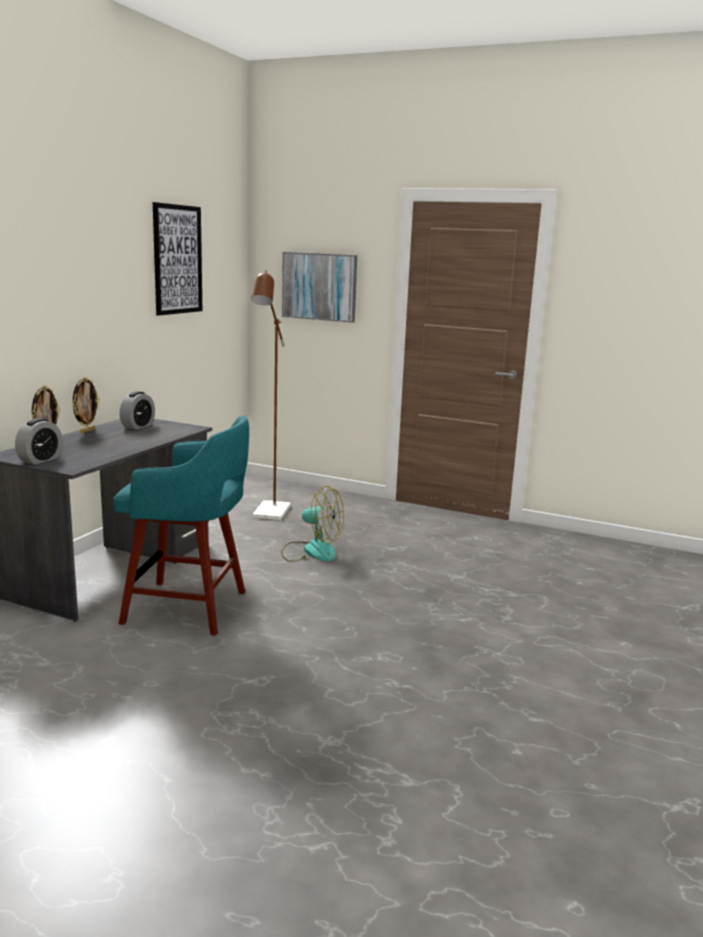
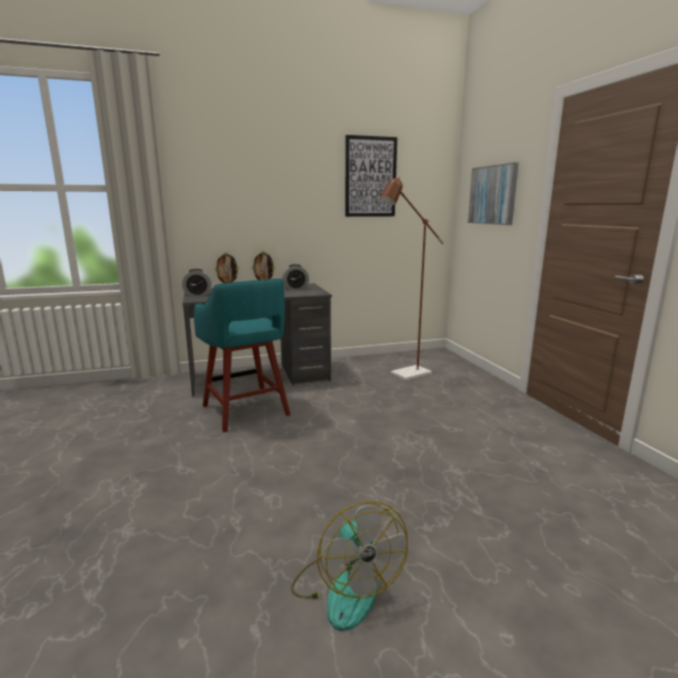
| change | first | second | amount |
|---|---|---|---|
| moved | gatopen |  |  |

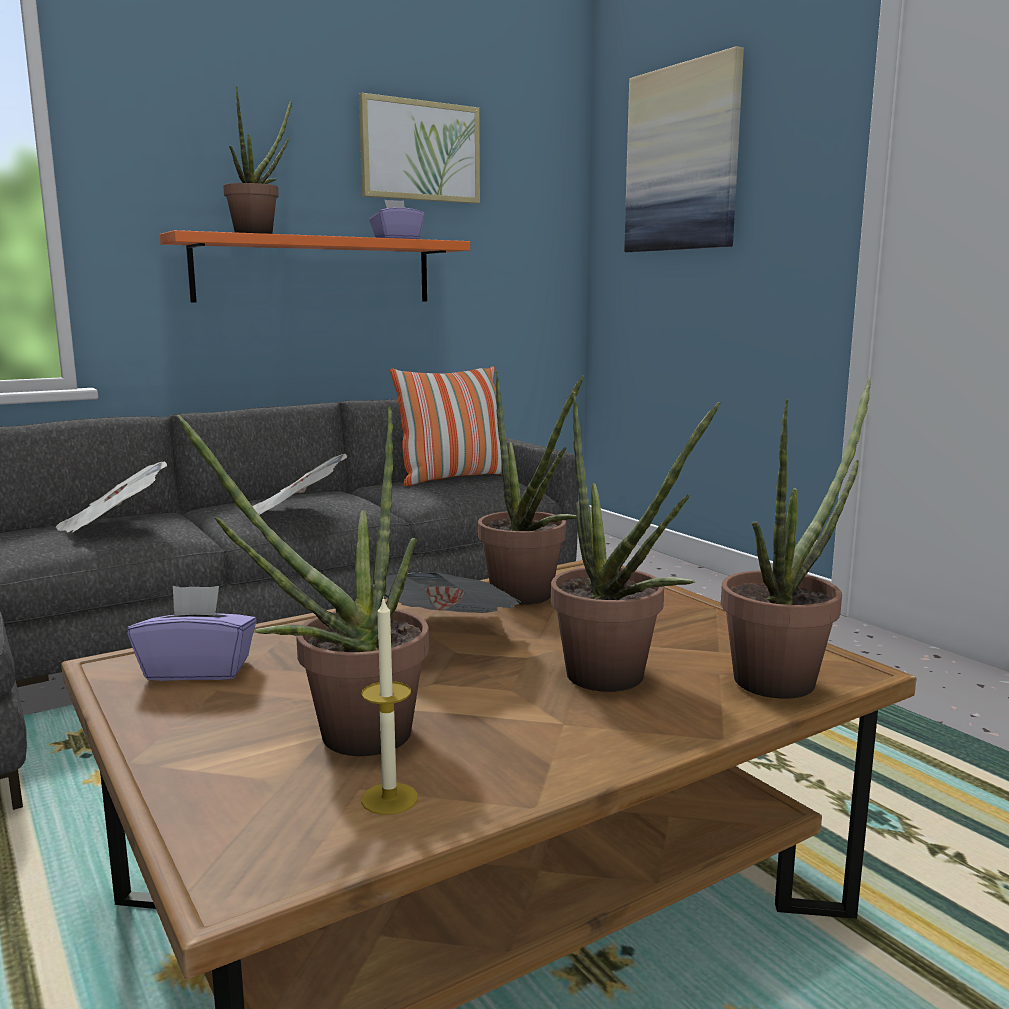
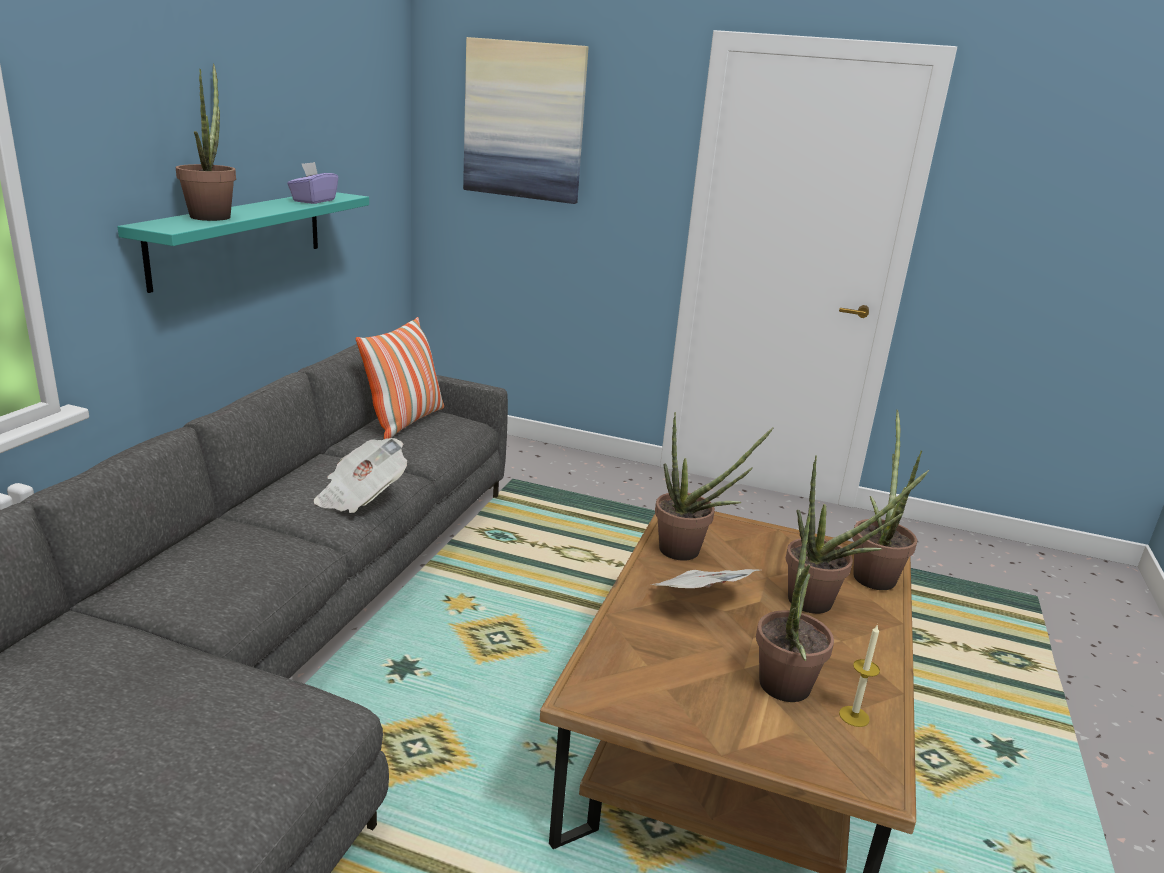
| change | first | second | amount |
|---|---|---|---|
| recoloured | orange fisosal | turquoise fisosal |  |
| removed | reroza (1st from left) |  |  |
| removed | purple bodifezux (1st from left) |  |  |
| removed | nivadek (1st from left) |  |  |

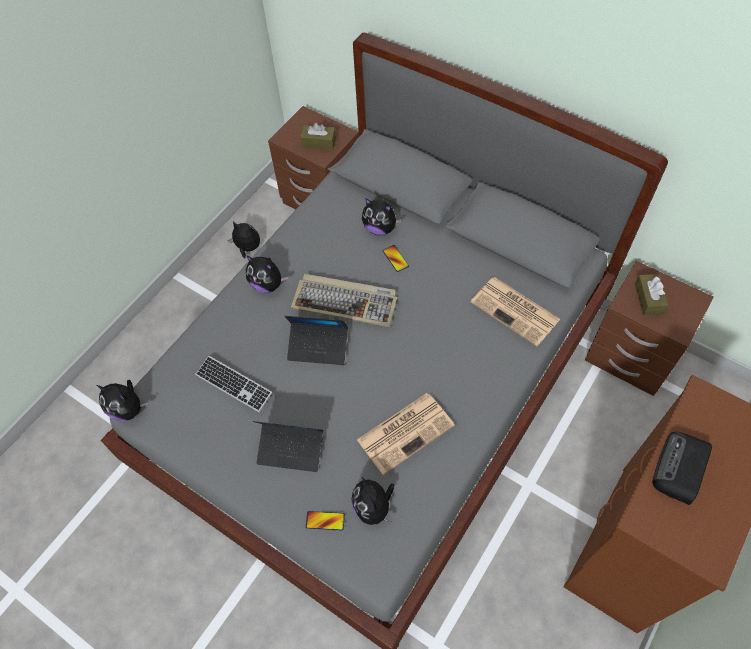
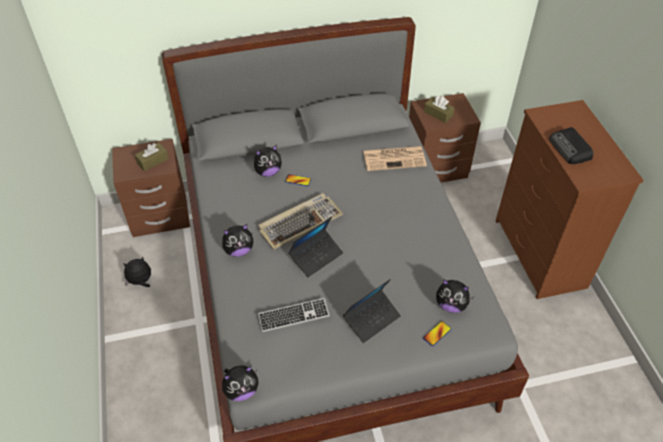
| change | first | second | amount |
|---|---|---|---|
| removed | reroza (1st from left) |  |  |

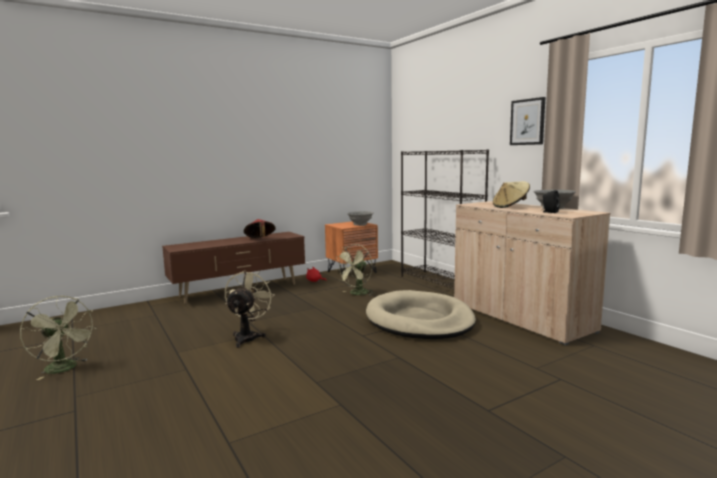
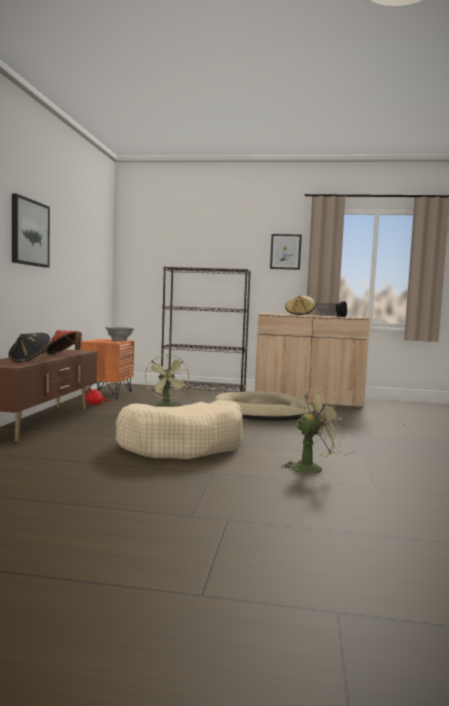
| change | first | second | amount |
|---|---|---|---|
| added |  | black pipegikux |  |
| added |  | nivadek (1st from left) |  |
| replaced | beige gatopen | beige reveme (1st from left) |  |
| moved | green gatopen (1st from left in the first image) | green gatopen (2nd from left) |  |

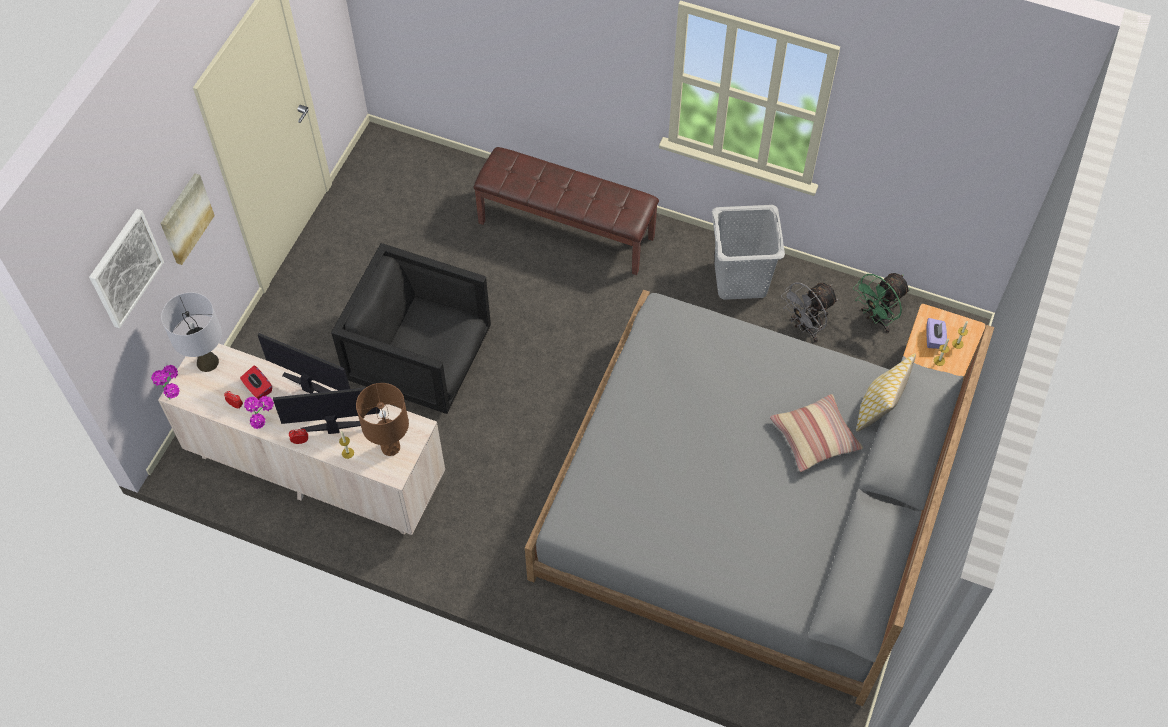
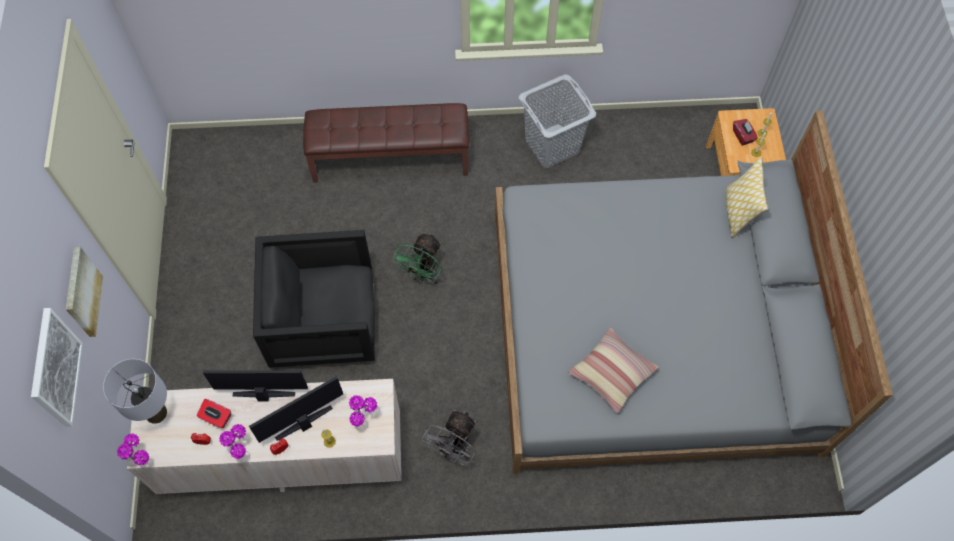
| change | first | second | amount |
|---|---|---|---|
| replaced | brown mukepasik | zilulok (3rd from left) |  |
| moved | green gatopen |  |  |
| moved | grey gatopen |  |  |
| moved | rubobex (1st from left) |  |  |
| recoloured | purple bodifezux | red bodifezux (2nd from left) |  |

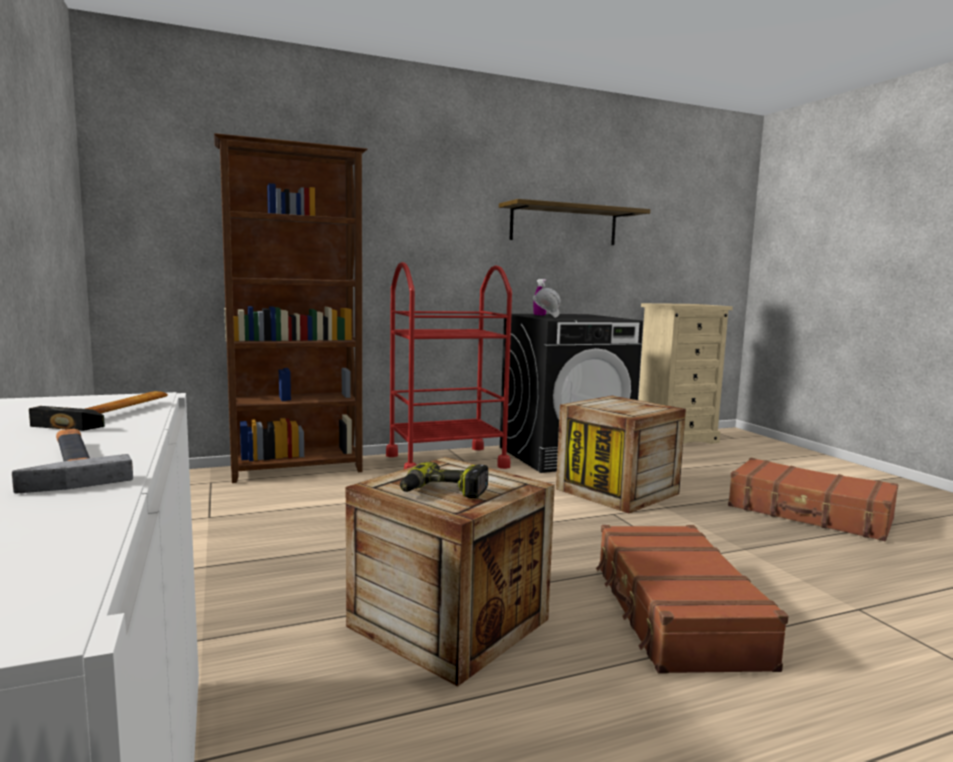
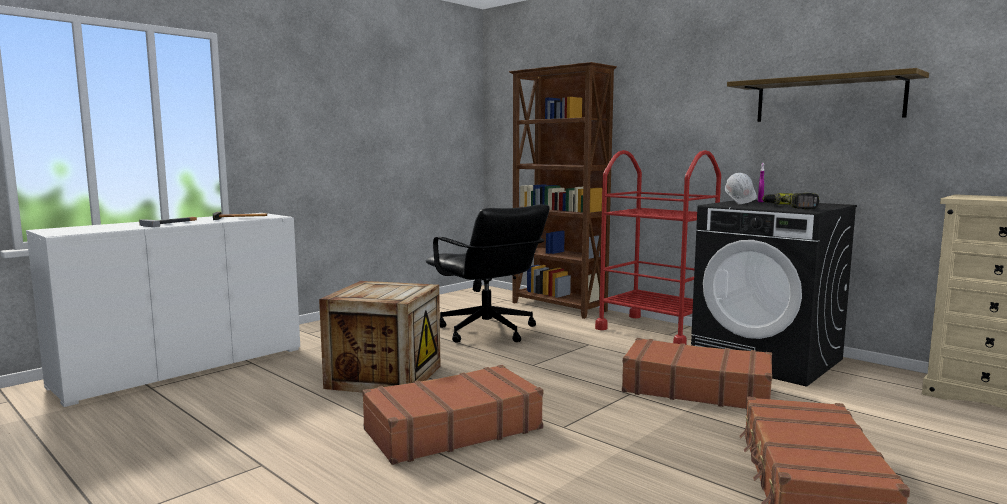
| change | first | second | amount |
|---|---|---|---|
| added |  | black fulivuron |  |
| replaced | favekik (2nd from left) | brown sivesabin (2nd from left) |  |
| moved | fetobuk |  |  |

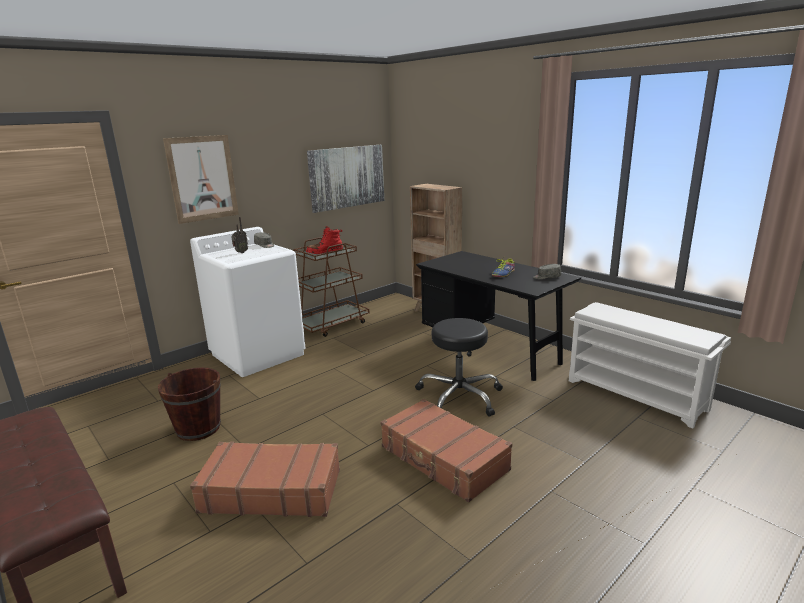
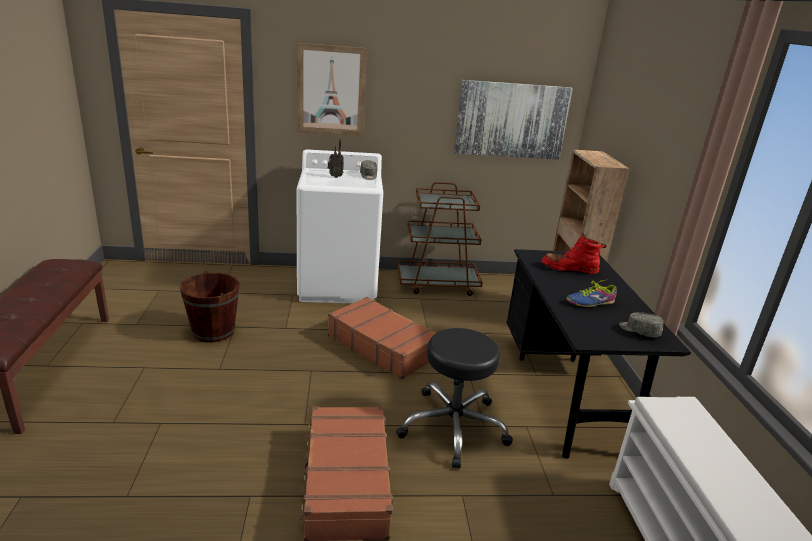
| change | first | second | amount |
|---|---|---|---|
| moved | brown sivesabin (1st from left in the first image) | brown sivesabin (2nd from left) |  |
| moved | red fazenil |  |  |

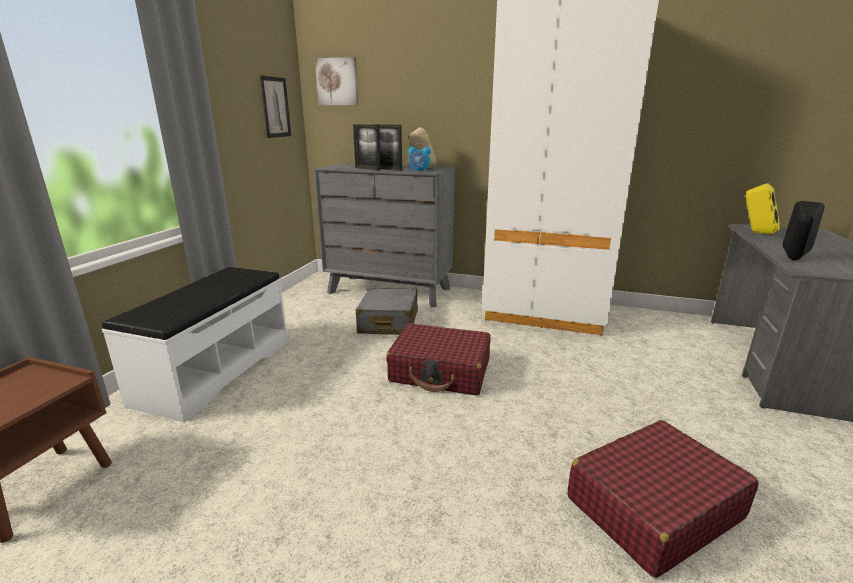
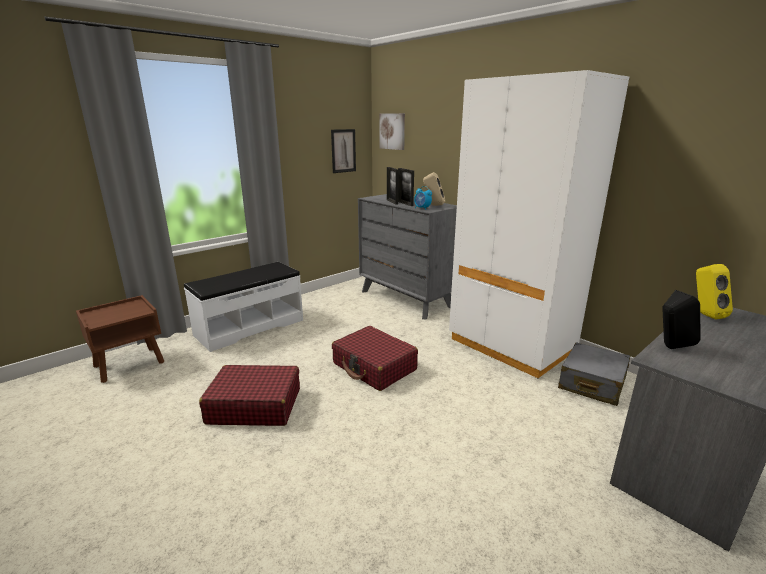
| change | first | second | amount |
|---|---|---|---|
| moved | red sivesabin (2nd from left in the first image) | red sivesabin (1st from left) |  |
| moved | grey sivesabin |  |  |

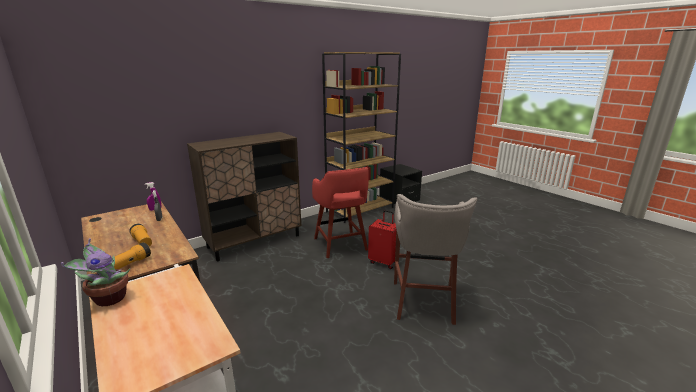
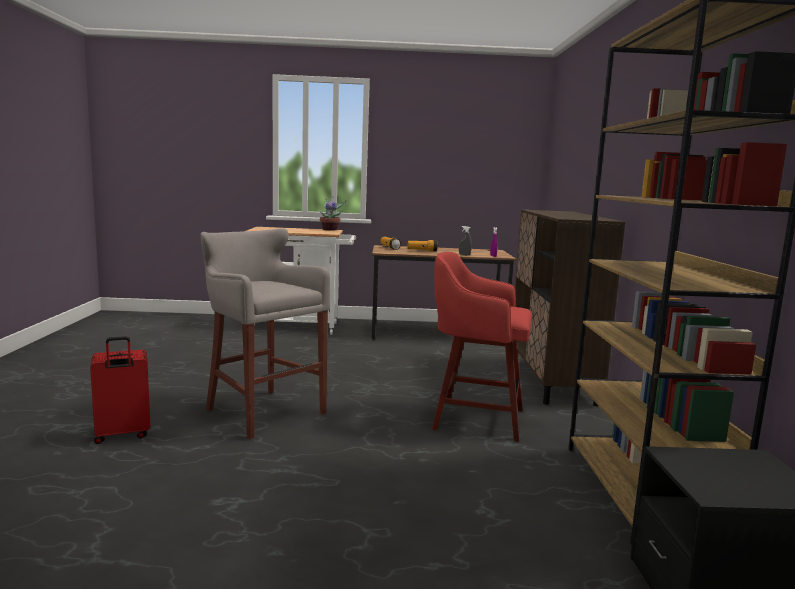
| change | first | second | amount |
|---|---|---|---|
| moved | red sivesabin |  |  |

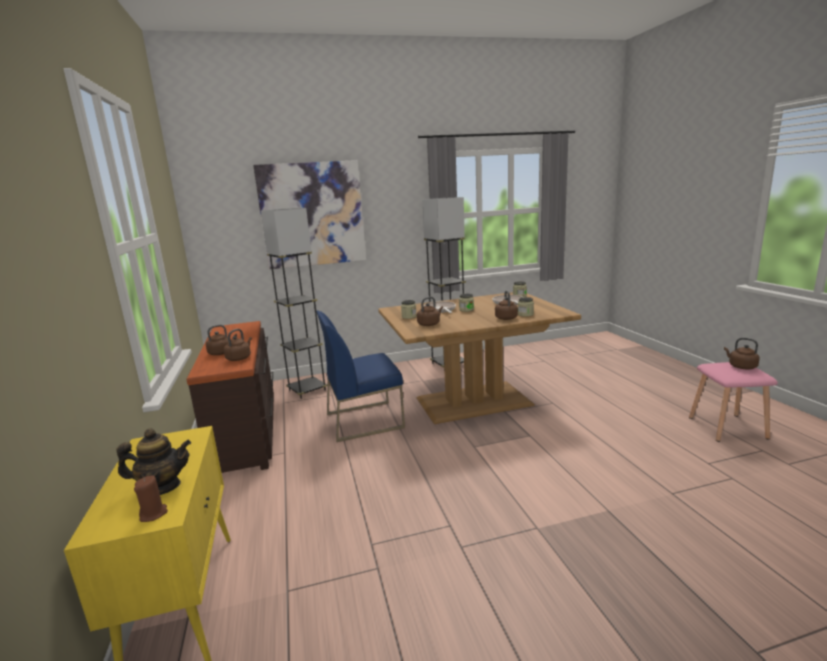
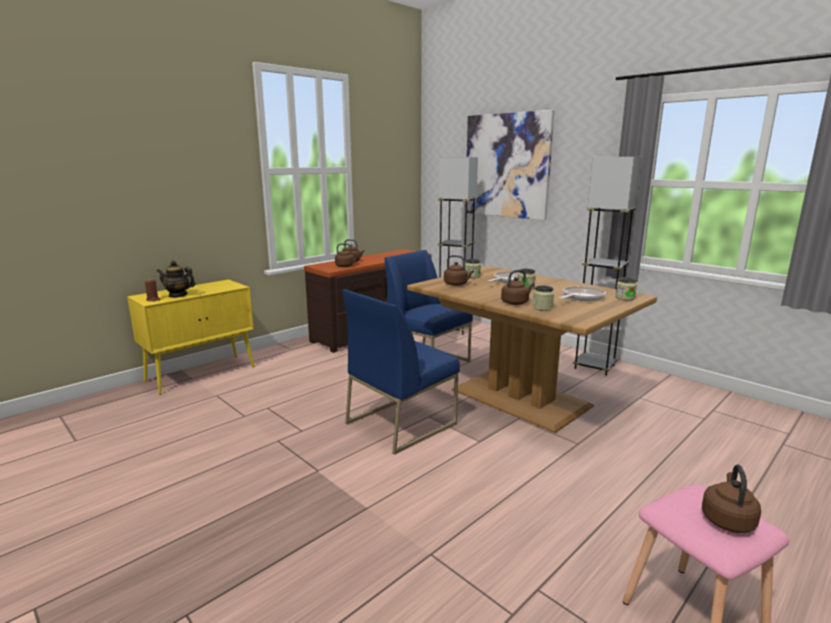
| change | first | second | amount |
|---|---|---|---|
| turned | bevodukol |  | 135 degrees clockwise |
| added |  | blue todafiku (1st from left) |  |

